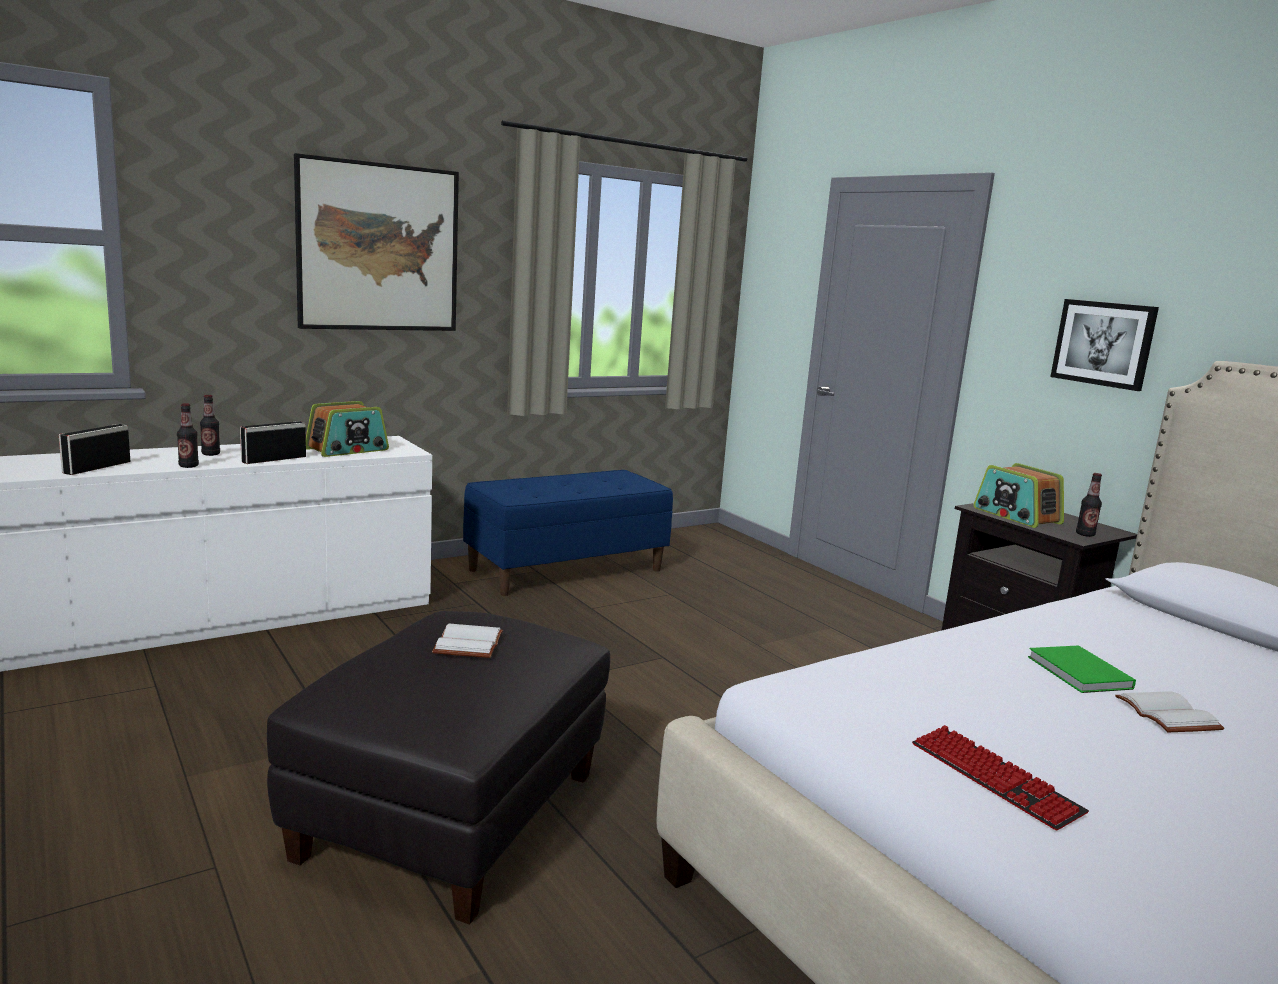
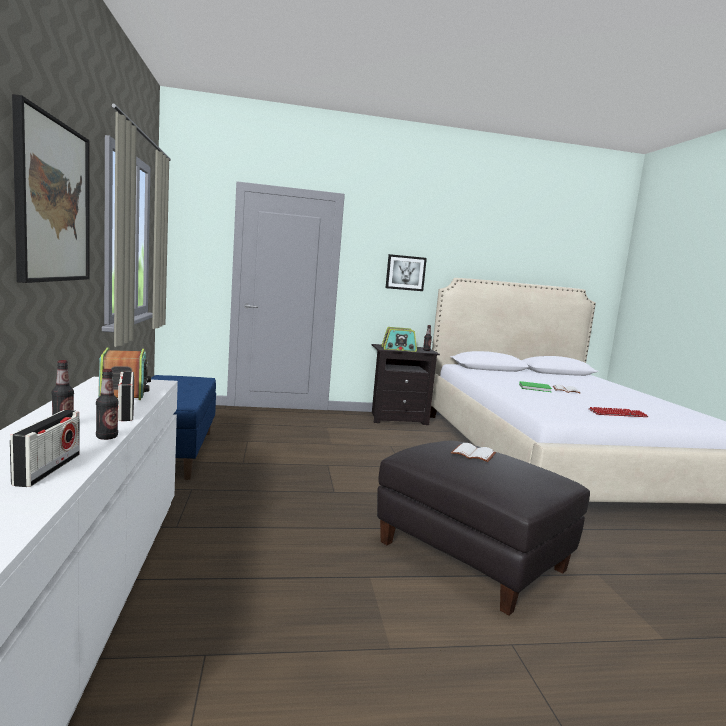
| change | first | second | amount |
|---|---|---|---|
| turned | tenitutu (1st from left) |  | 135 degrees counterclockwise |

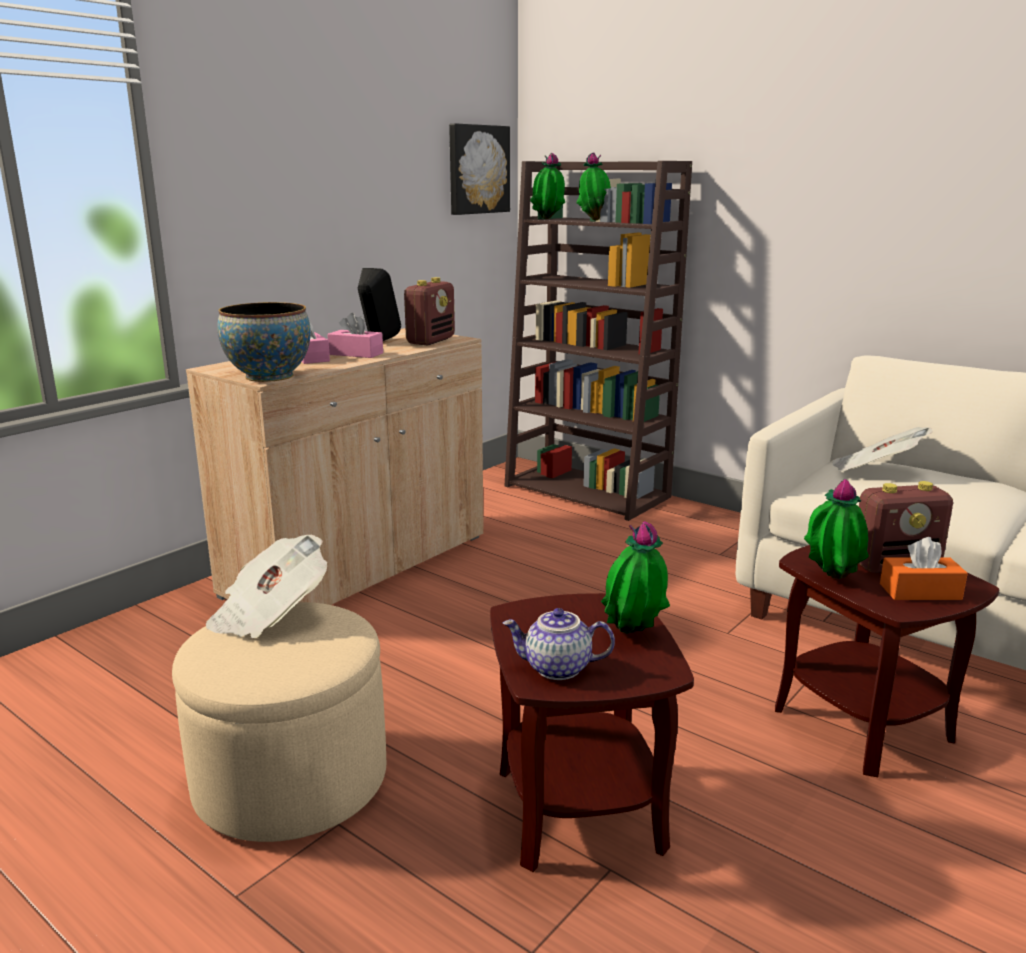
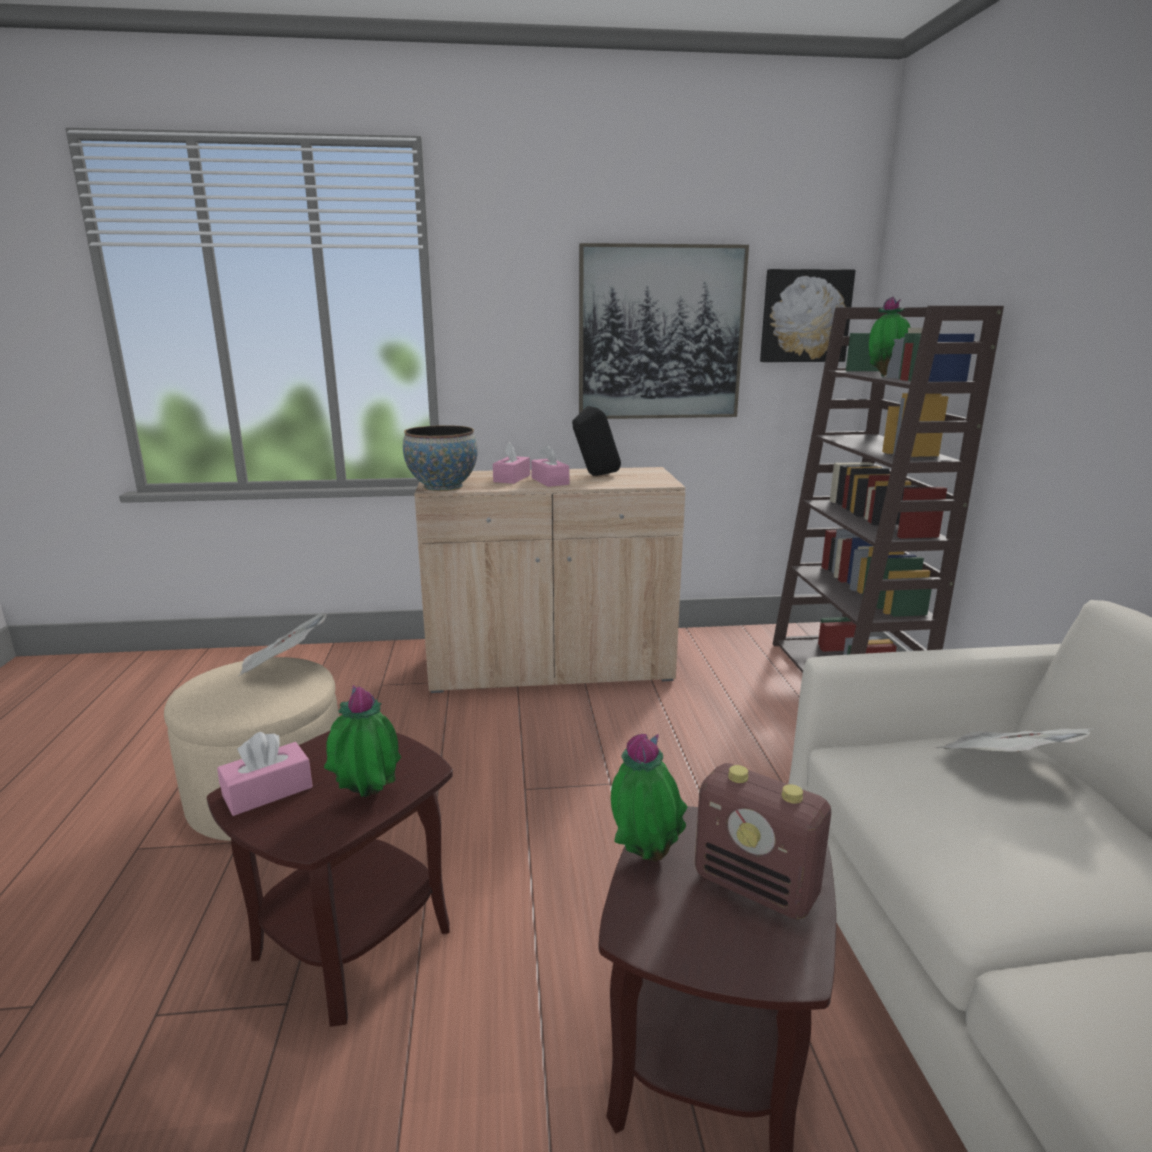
| change | first | second | amount |
|---|---|---|---|
| replaced | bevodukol | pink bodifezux (1st from left) |  |
| added |  | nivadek (1st from left) |  |
| removed | tenitutu (1st from left) |  |  |
| removed | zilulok (1st from left) |  |  |
| removed | orange bodifezux |  |  |

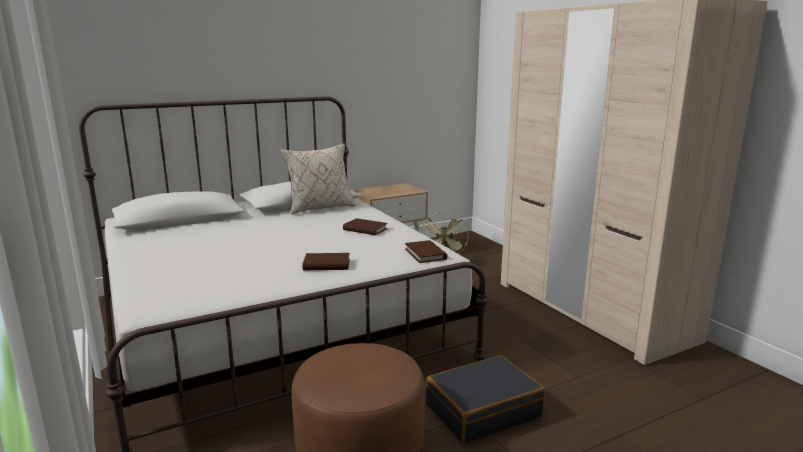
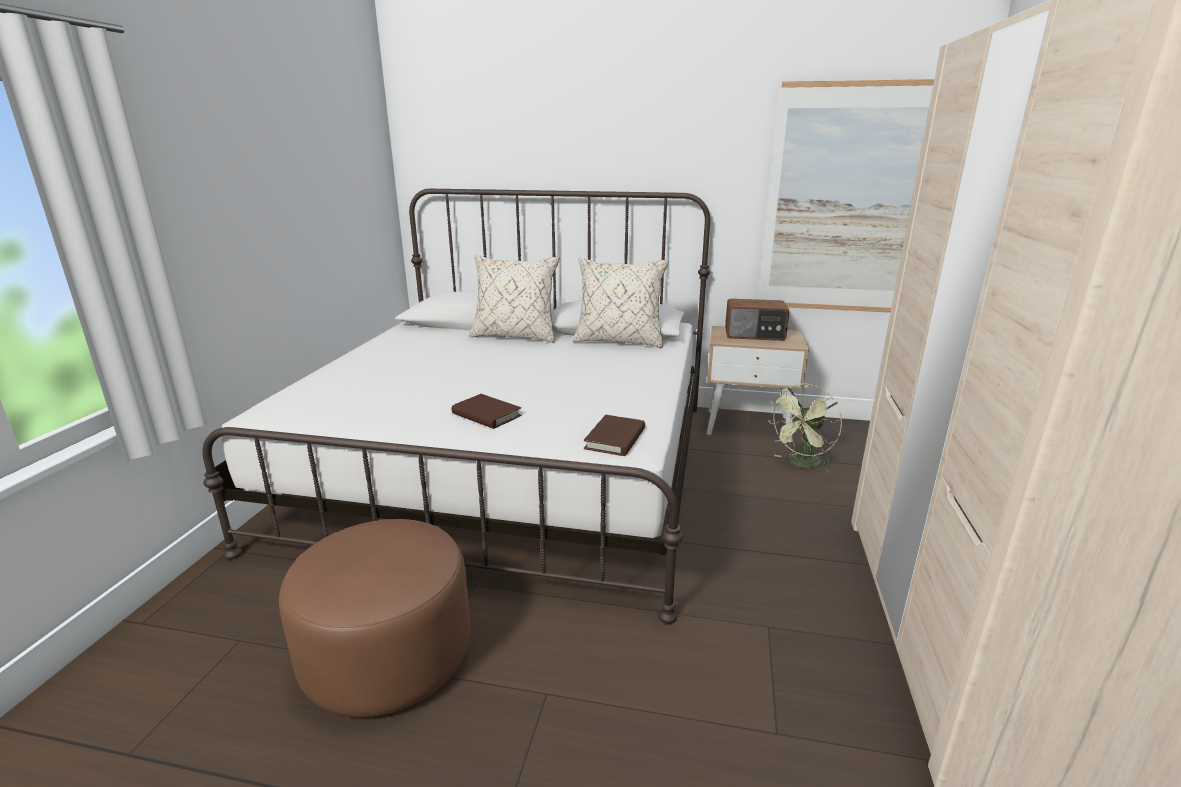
| change | first | second | amount |
|---|---|---|---|
| added |  | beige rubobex (1st from left) |  |
| added |  | tenitutu |  |
| added |  | nivadek |  |
| removed | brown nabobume (2nd from left) |  |  |
| removed | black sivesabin |  |  |

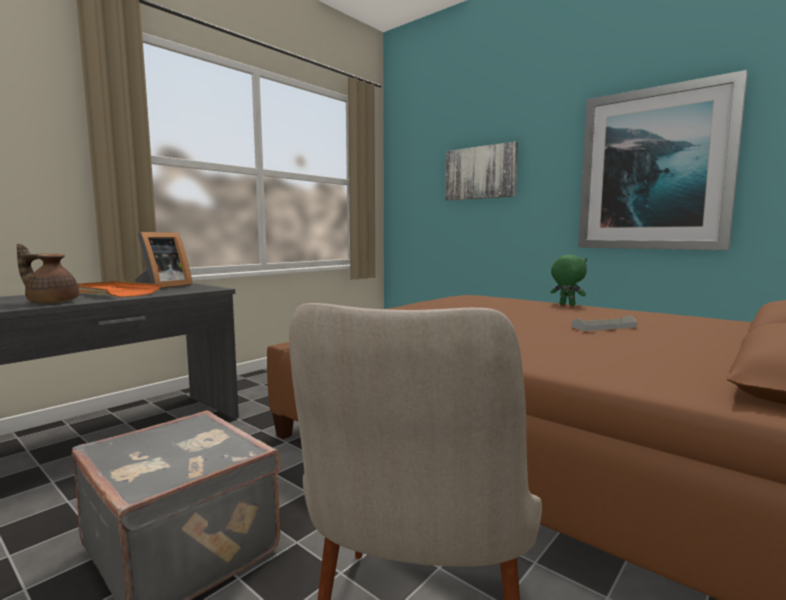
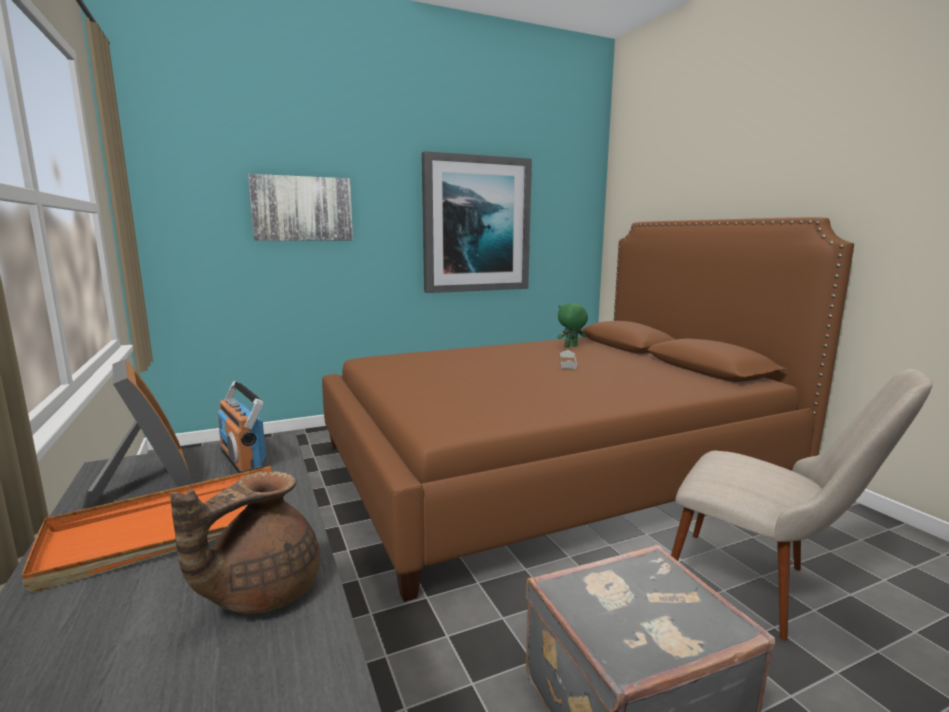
| change | first | second | amount |
|---|---|---|---|
| added |  | tenitutu |  |
| moved | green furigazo |  |  |

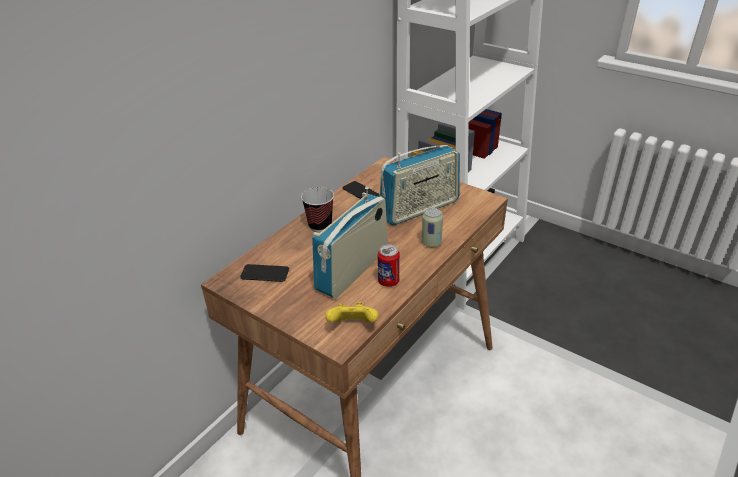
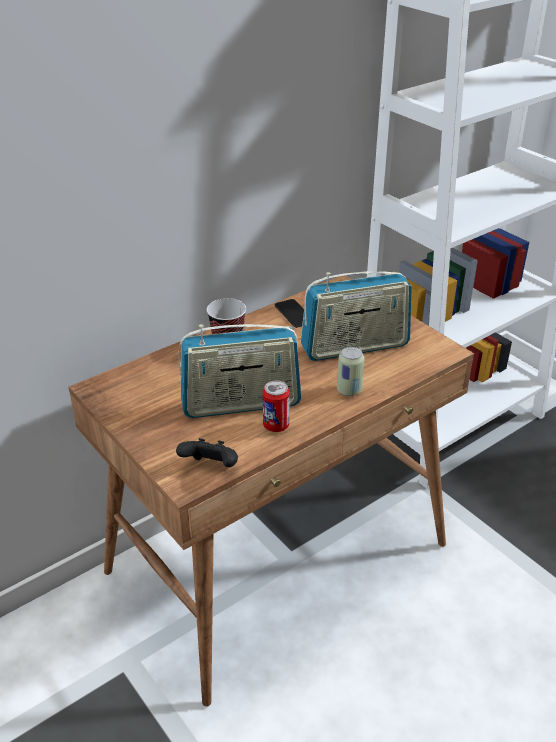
| change | first | second | amount |
|---|---|---|---|
| recoloured | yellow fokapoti | black fokapoti |  |
| turned | tenitutu (1st from left) |  | 150 degrees counterclockwise |
| removed | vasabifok (1st from left) |  |  |

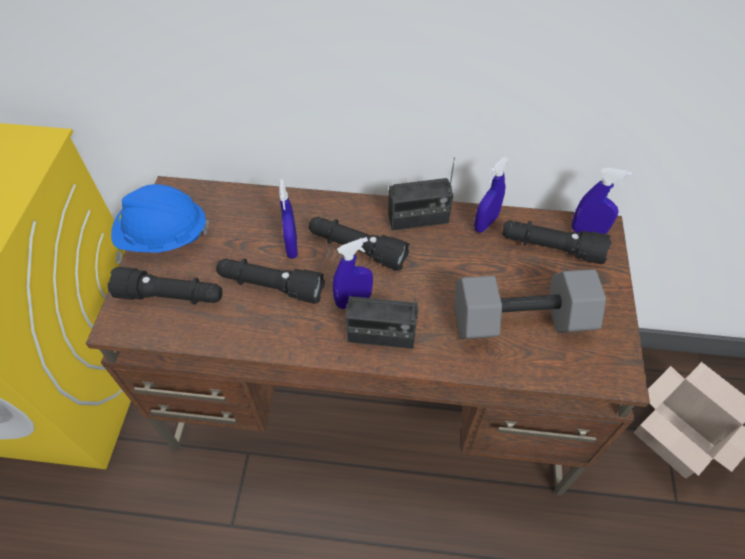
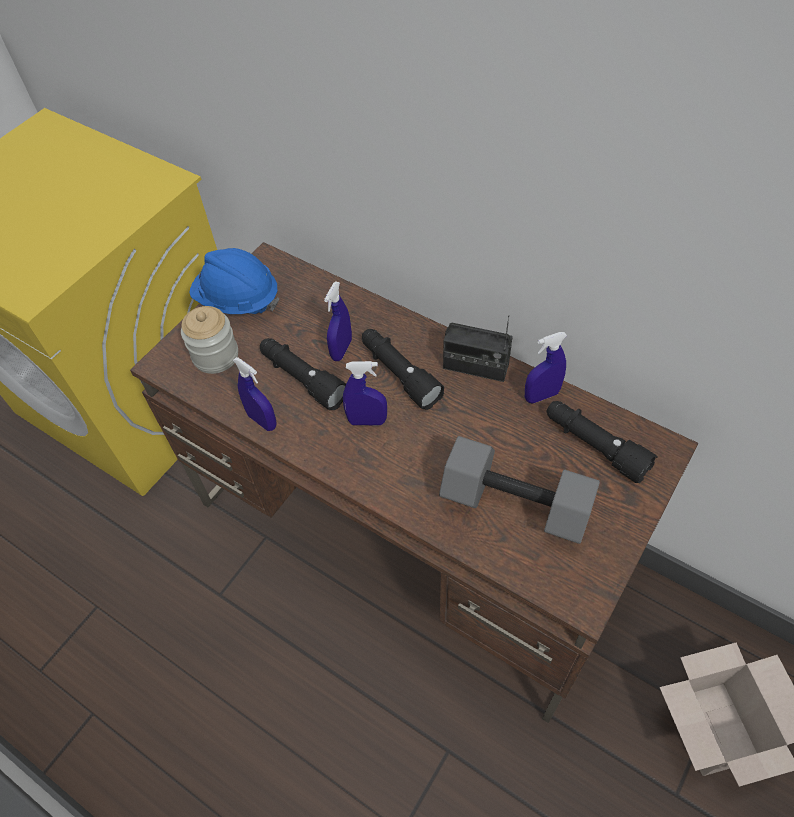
| change | first | second | amount |
|---|---|---|---|
| replaced | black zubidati (1st from left) | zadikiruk |  |
| moved | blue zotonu (4th from left in the first image) | blue zotonu (1st from left) |  |
| removed | tenitutu (1st from left) |  |  |

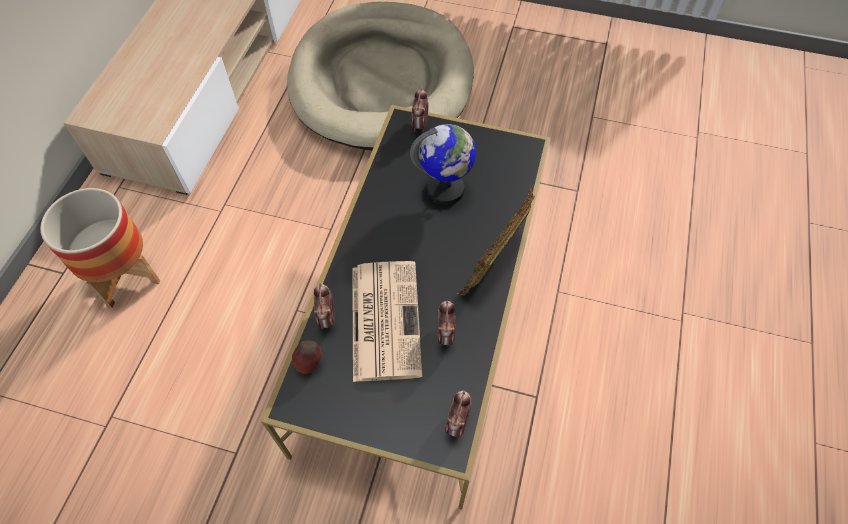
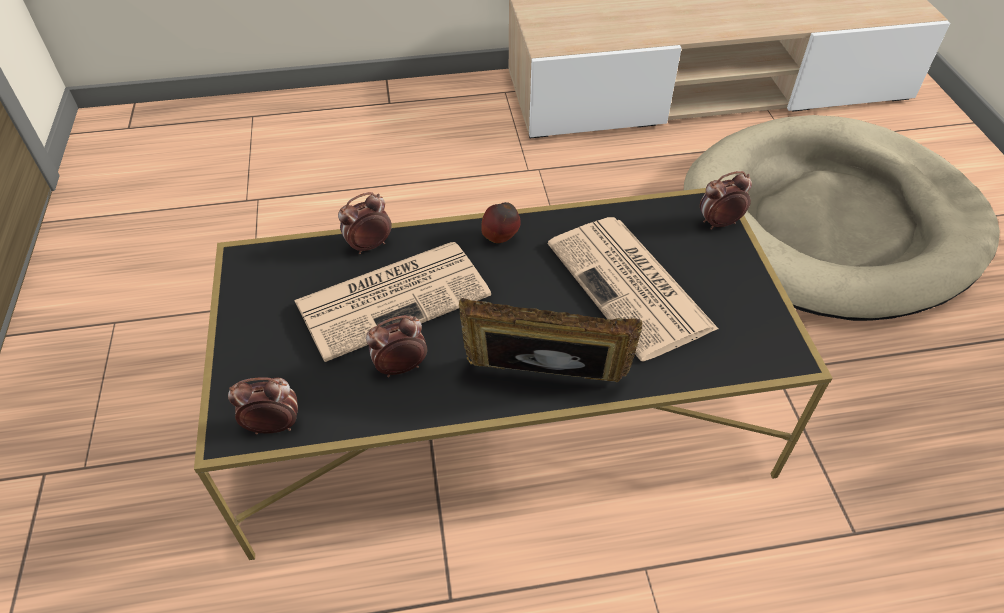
| change | first | second | amount |
|---|---|---|---|
| moved | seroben |  |  |
| replaced | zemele | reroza (2nd from left) |  |
| removed | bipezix |  |  |

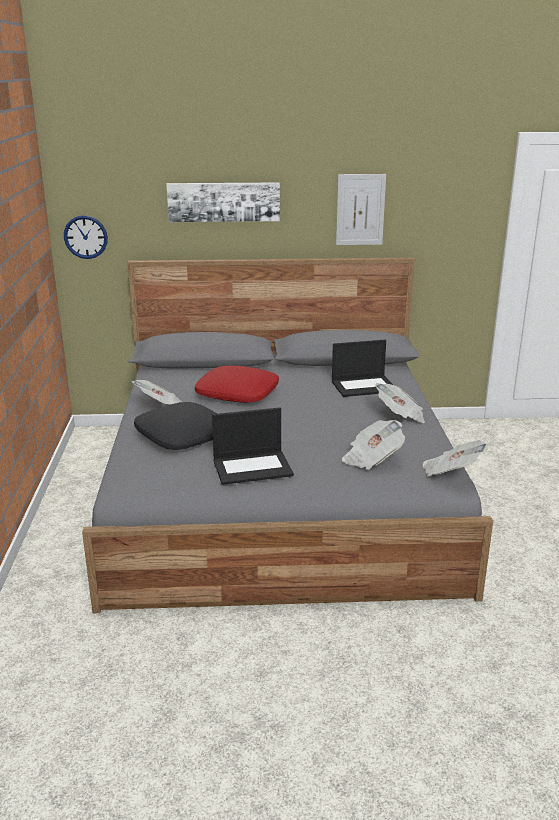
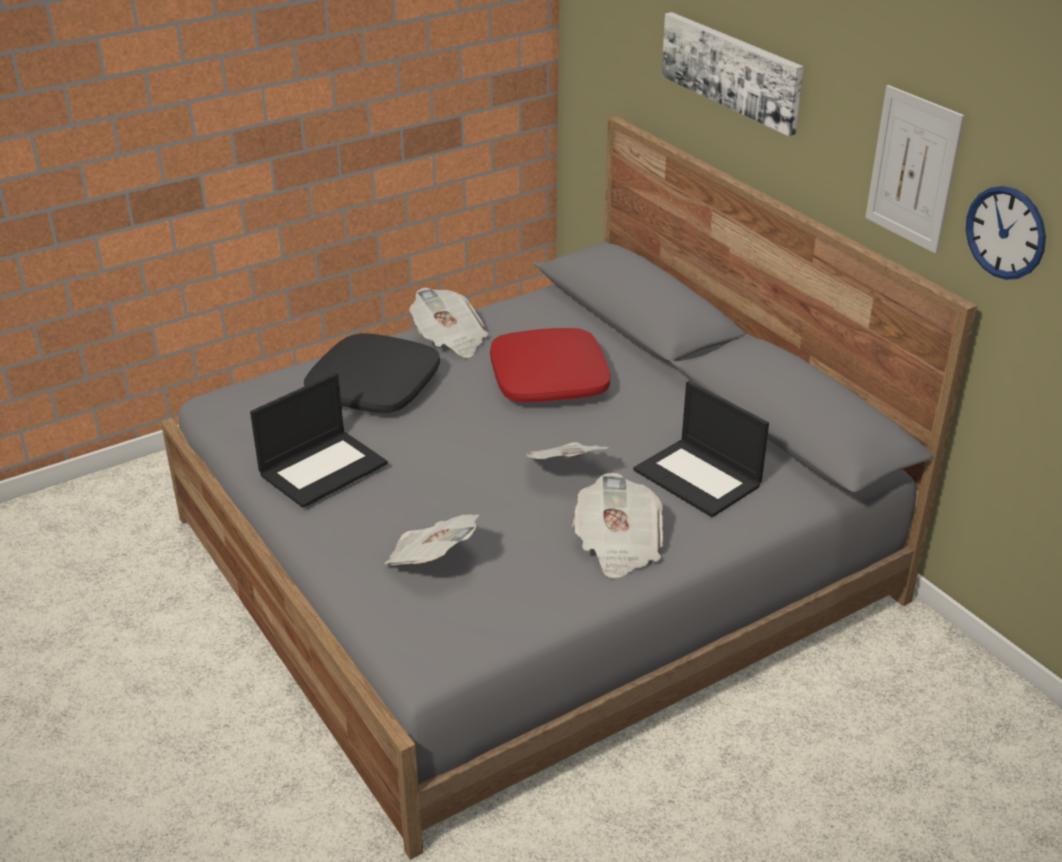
| change | first | second | amount |
|---|---|---|---|
| turned | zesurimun (1st from left) |  | 90 degrees counterclockwise |
| moved | reroza (4th from left in the first image) | reroza (3rd from left) |  |
| moved | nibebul |  |  |

